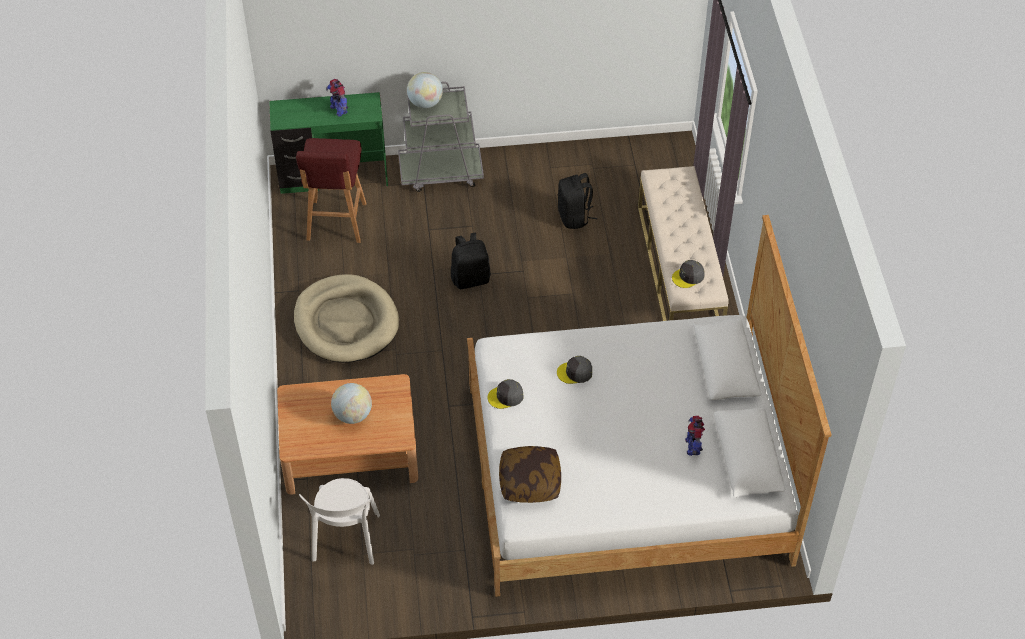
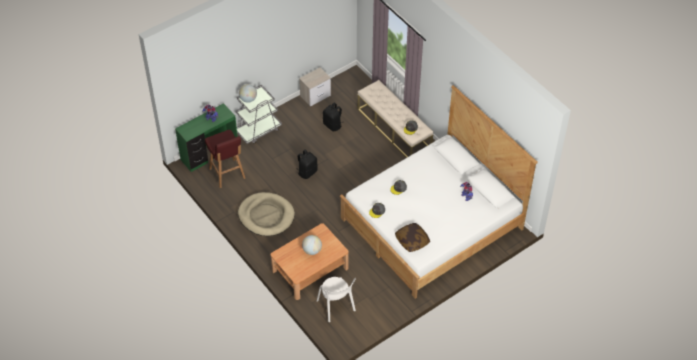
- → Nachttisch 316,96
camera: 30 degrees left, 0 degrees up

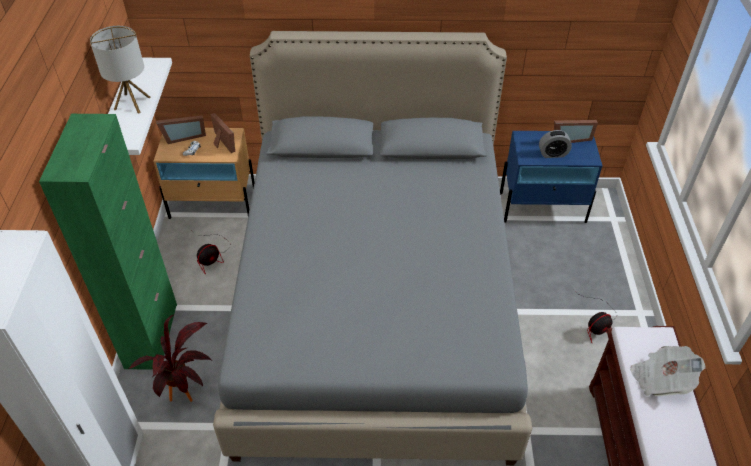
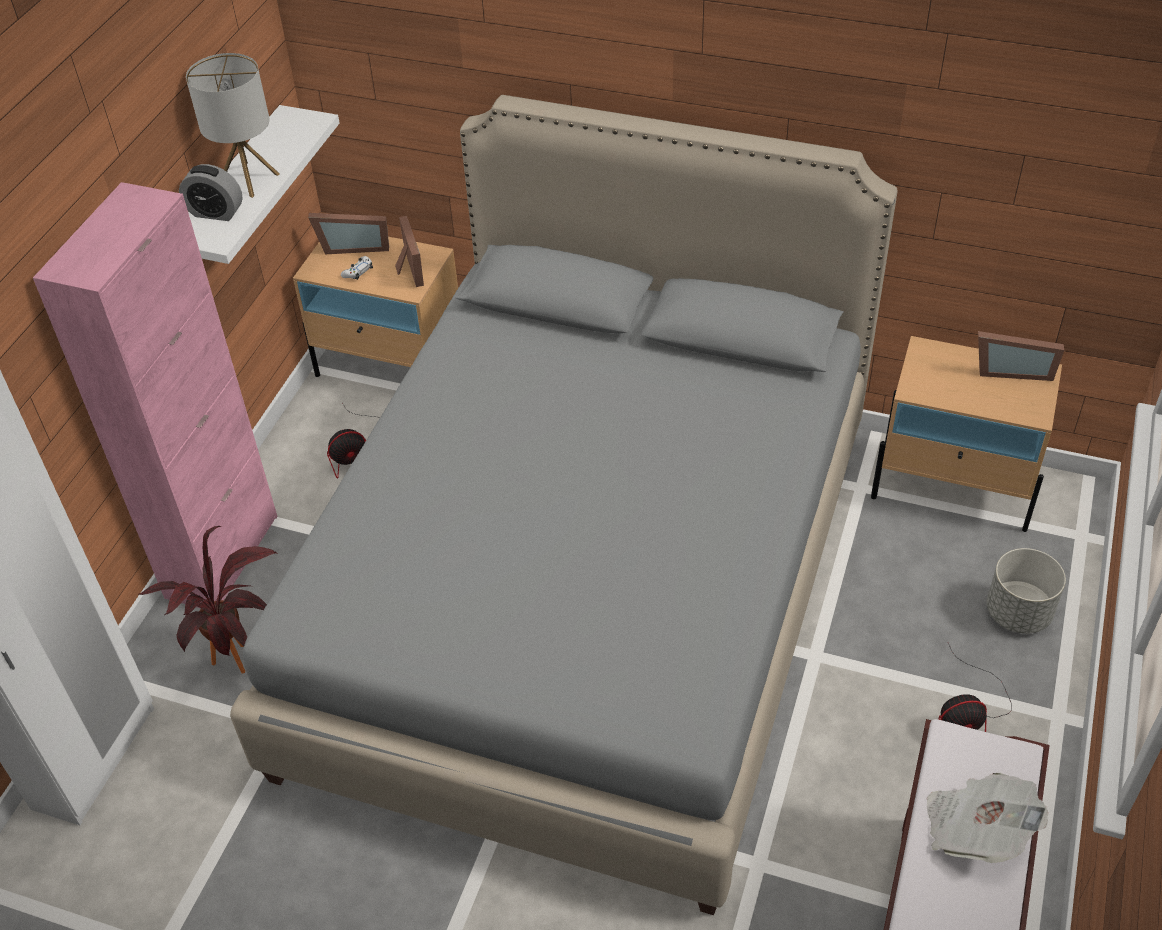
- → Pflanzkübel [grau] 1018,613
Wecker 553,154 → Wecker 215,213, move
Schrank [grün] 151,335 → Schrank [rosa] 222,556
Nachttisch [blau] 543,207 → Nachttisch [beige] 954,487
camera: 20 degrees right, 0 degrees up

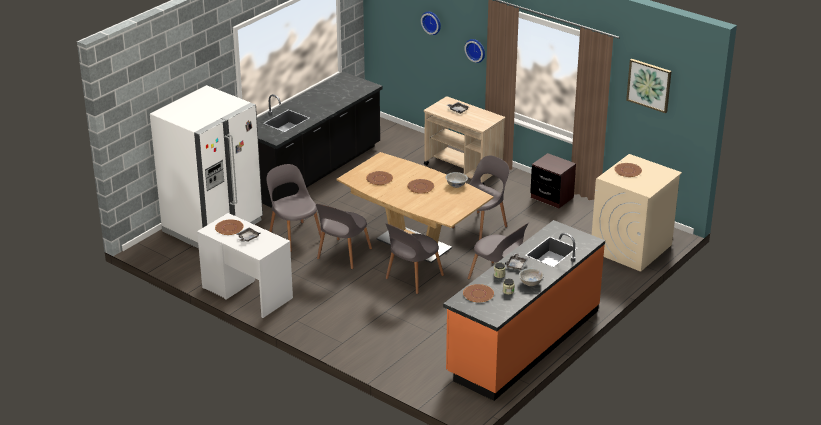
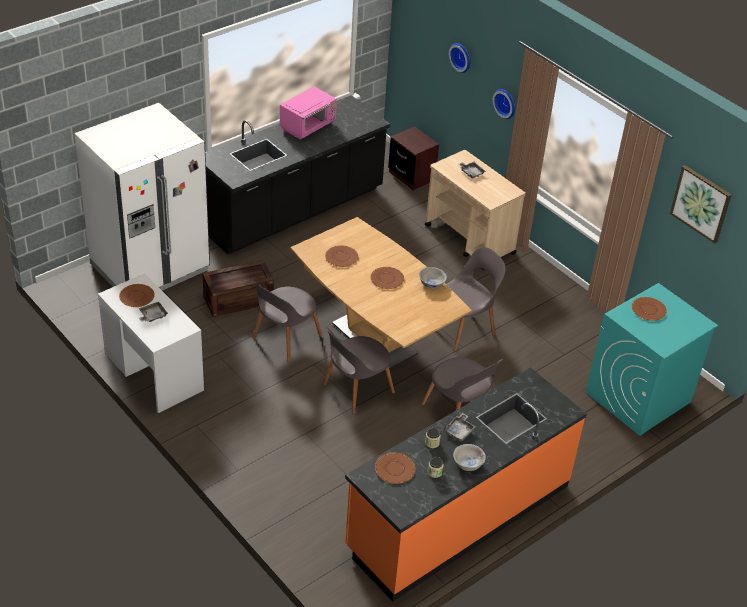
- → Mikrowelle [rosa] 308,126
Nachttisch [braun] 552,198 → Nachttisch [braun] 411,176, move
Stuhl [grau] 295,235 → Kiste 239,299
Waschmaschine [beige] 631,248 → Waschmaschine [türkis] 638,397
camera: 10 degrees right, 10 degrees up

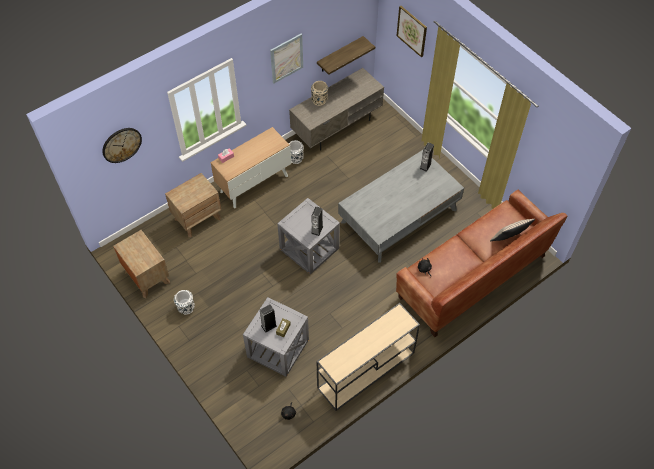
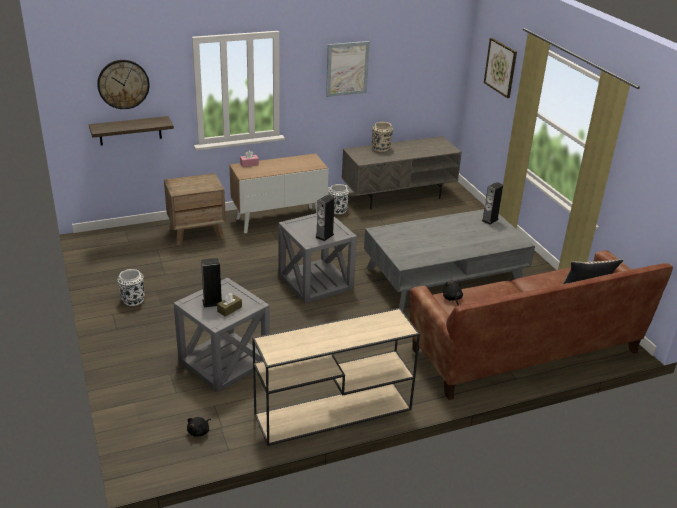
Nachttisch [braun] 147,276 → -
Wandregal 340,55 → Wandregal 130,130, move
camera: 15 degrees right, 25 degrees down

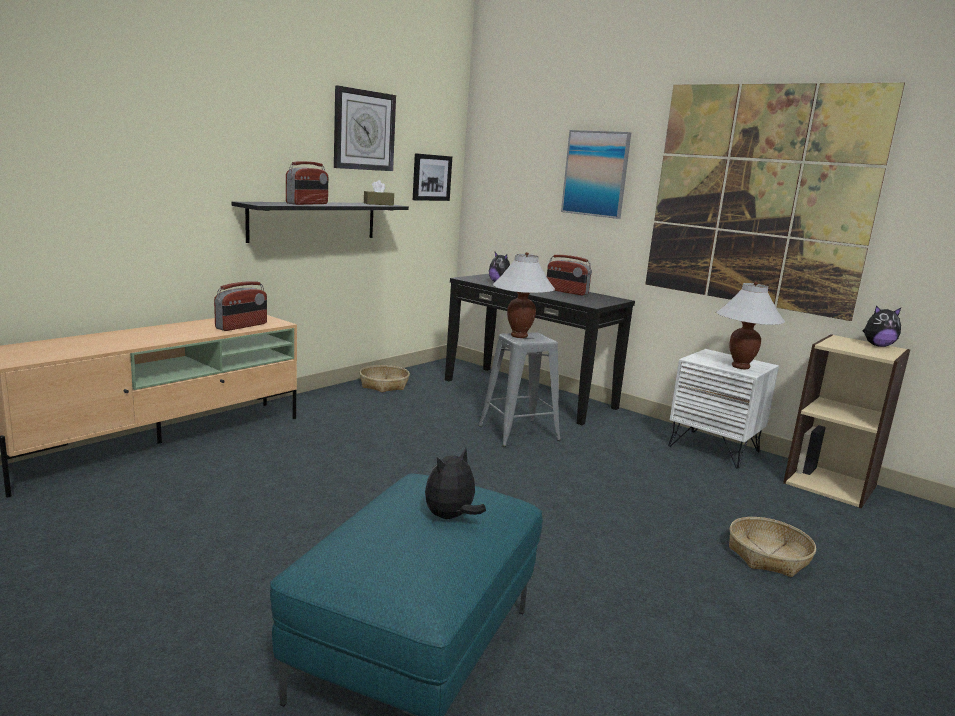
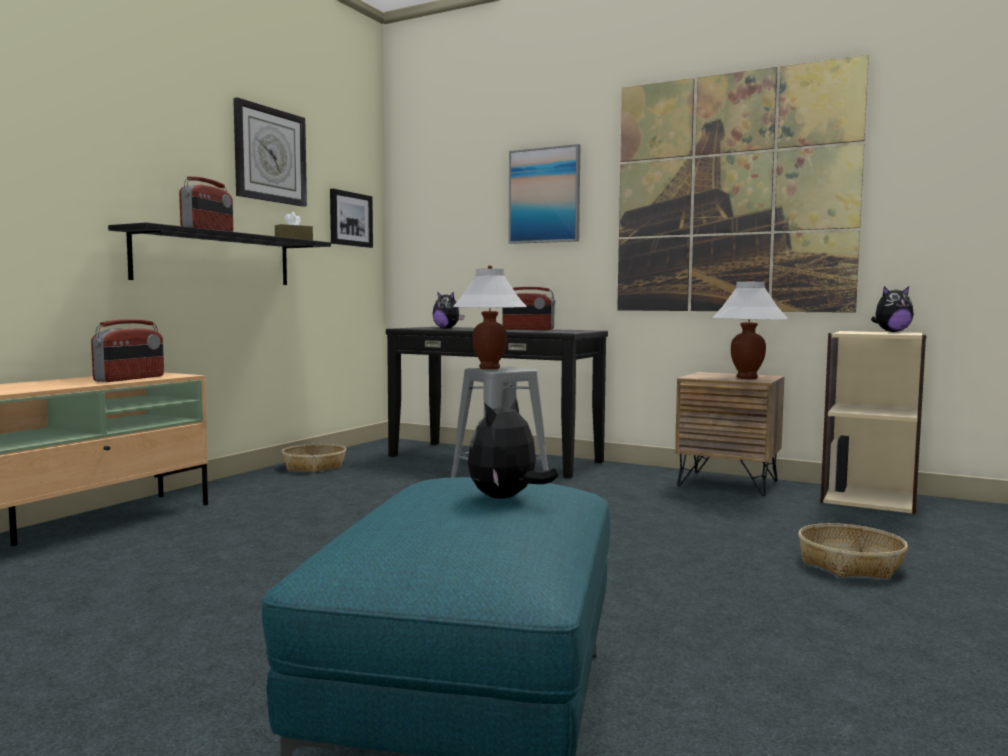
Nachttisch [weiß] 714,449 → Nachttisch [braun] 728,483
camera: 10 degrees left, 10 degrees down

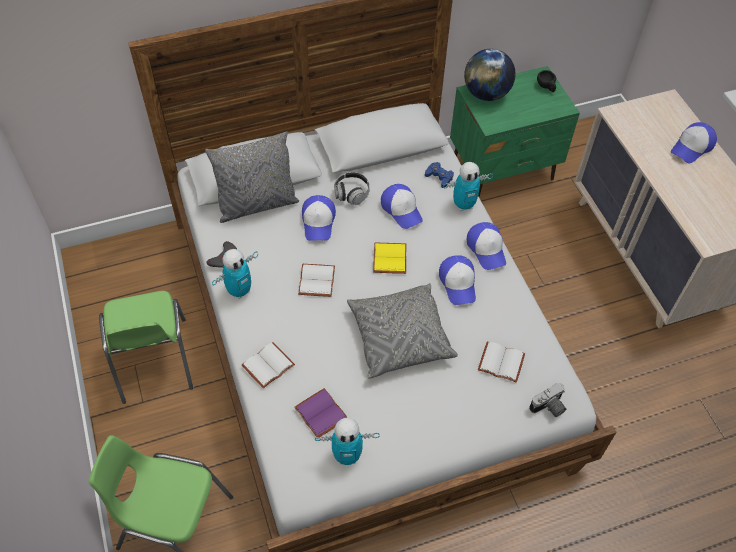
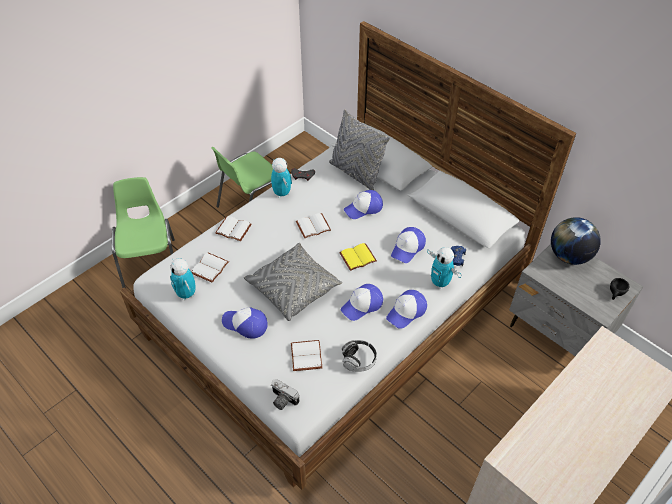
Kopfhörer 351,193 → Kopfhörer 358,360, move
Kappe 692,147 → Kappe 245,324, move
Buch [lila] 322,413 → Buch [weiß] 210,268
Nachttisch [grün] 503,169 → Nachttisch [grau] 558,333
Spielzeugroboter 239,291 → Spielzeugroboter 282,193, 135 degrees counterclockwise
camera: 65 degrees right, 5 degrees down

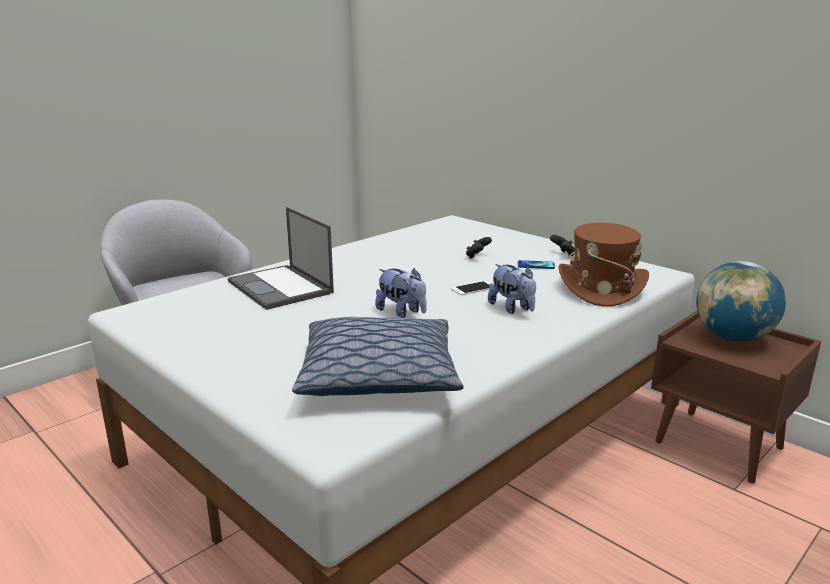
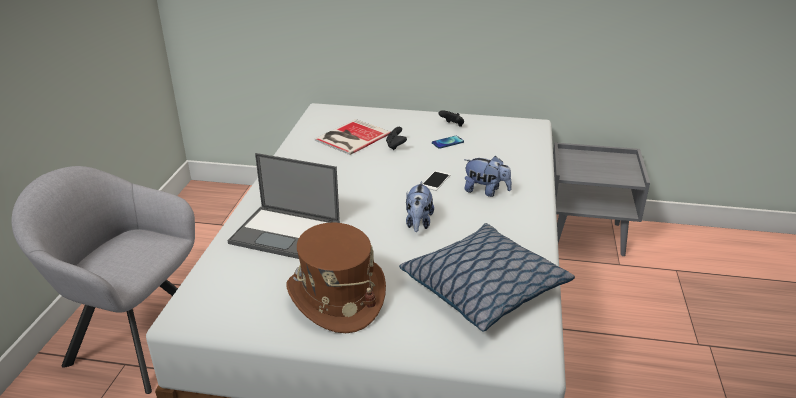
Globus 733,338 → -
- → Buch 350,137
Hut [braun] 600,288 → Hut [braun] 336,297, move
Nachttisch [braun] 720,445 → Nachttisch [grau] 587,236
Plüschtier 402,312 → Plüschtier 418,223, 90 degrees clockwise
camera: 35 degrees left, 10 degrees up

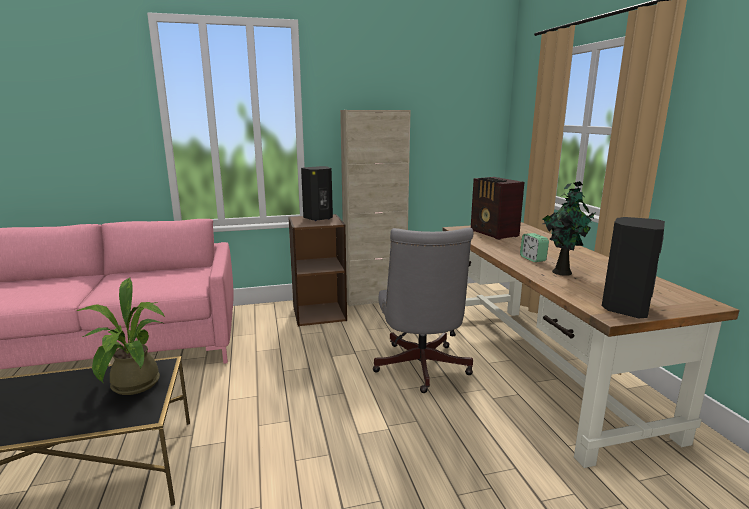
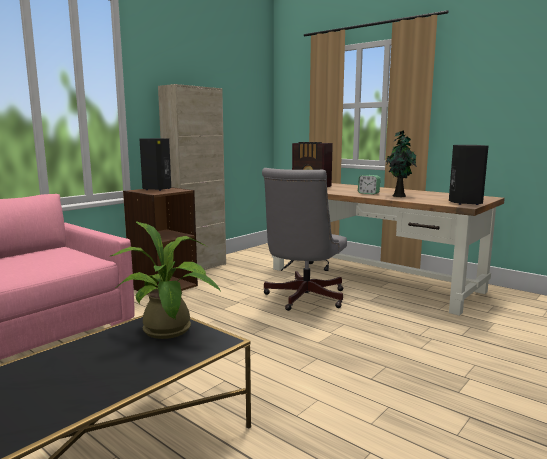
Bürostuhl [grau] 420,369 → Bürostuhl [grau] 302,298, 60 degrees clockwise
camera: 35 degrees left, 5 degrees down

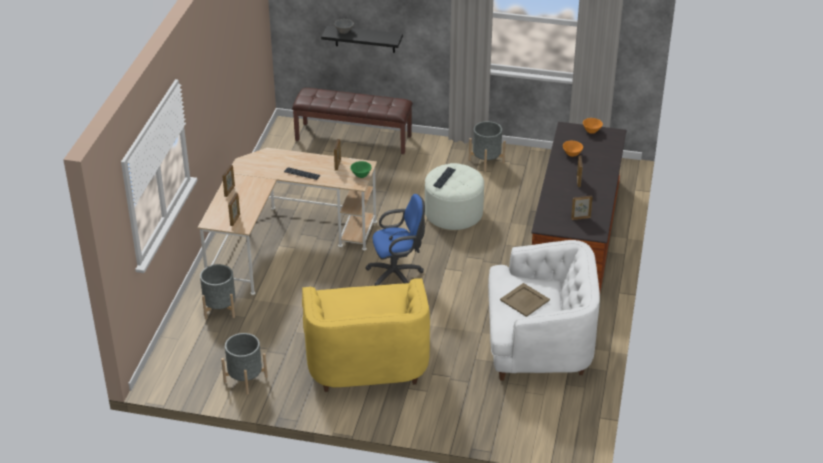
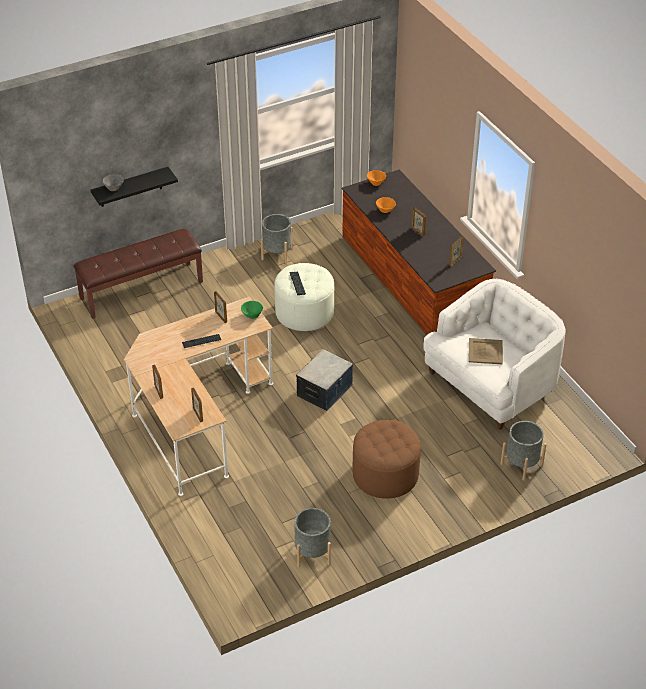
Pflanzkübel [grau] 220,308 → Pflanzkübel [grau] 521,464, move
Sessel [gelb] 367,359 → Polsterhocker [braun] 385,474
Bürostuhl [blau] 397,276 → Aufbewahrungsbox 325,391
camera: 40 degrees left, 5 degrees up

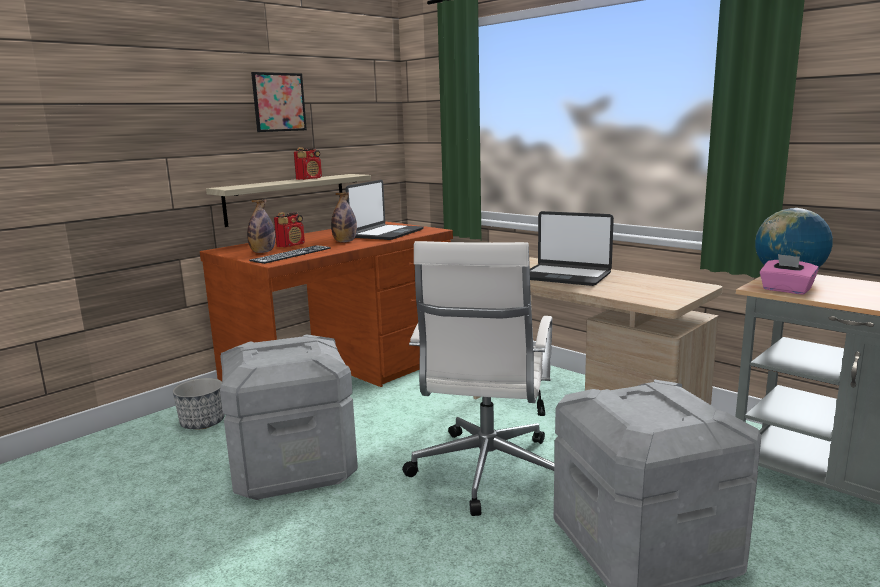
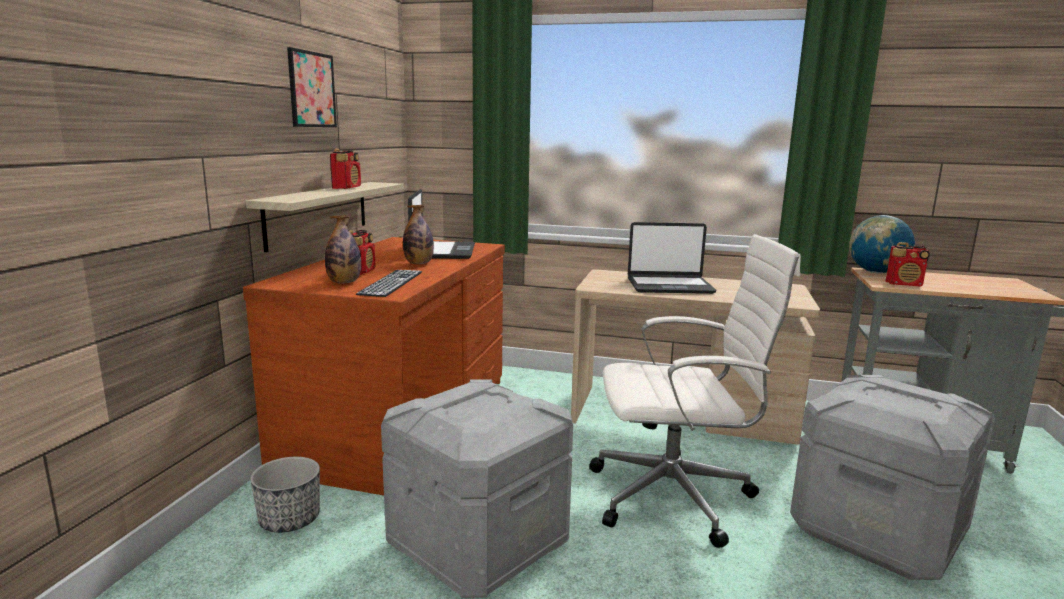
Taschentuchbox [rosa] 786,290 → Radio 904,284
Bürostuhl [weiß] 486,472 → Bürostuhl [weiß] 676,496, 75 degrees counterclockwise
camera: 30 degrees left, 0 degrees up

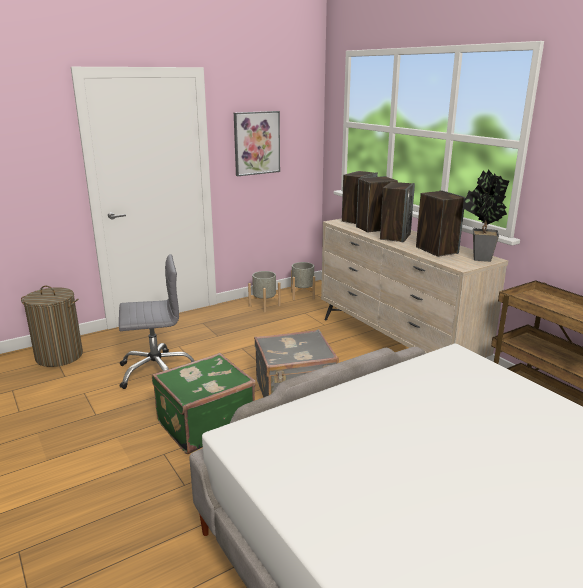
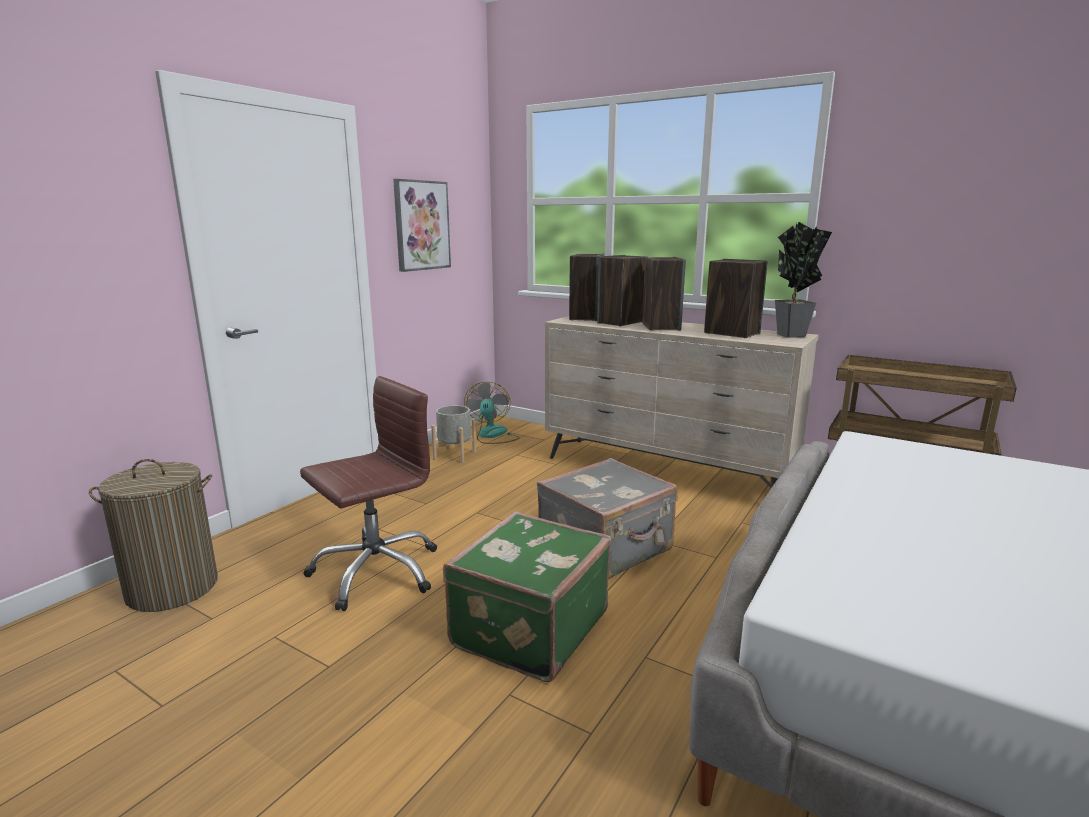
Pflanzkübel [grau] 302,295 → Ventilator 492,435
Bürostuhl [grau] 156,371 → Bürostuhl [braun] 376,571
camera: 25 degrees left, 5 degrees down

